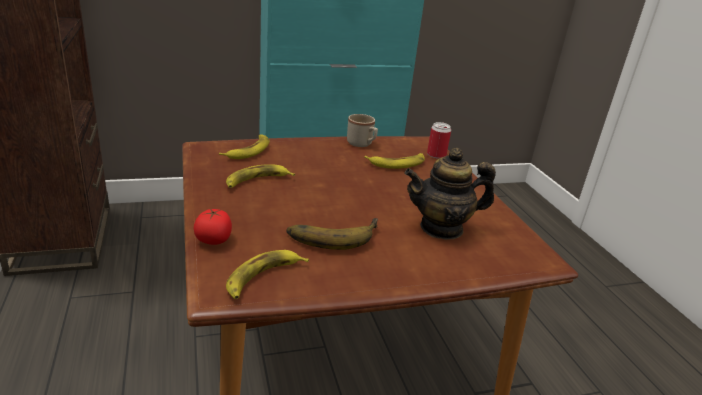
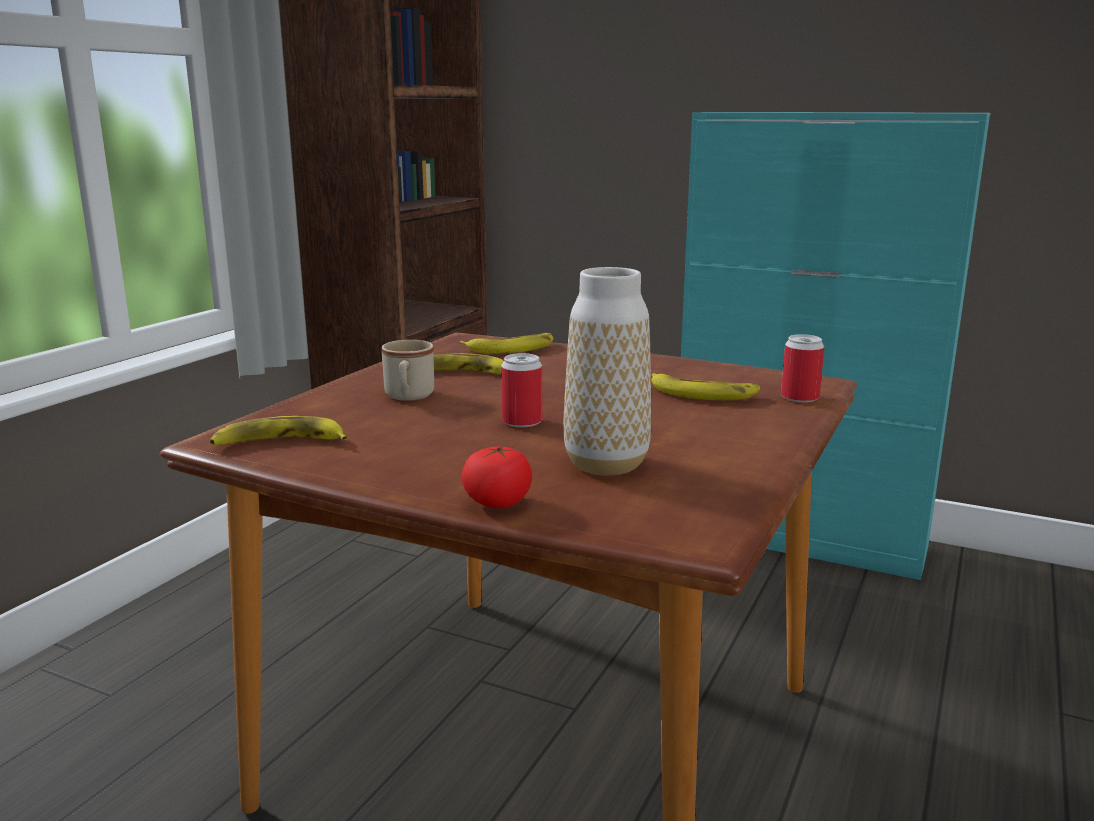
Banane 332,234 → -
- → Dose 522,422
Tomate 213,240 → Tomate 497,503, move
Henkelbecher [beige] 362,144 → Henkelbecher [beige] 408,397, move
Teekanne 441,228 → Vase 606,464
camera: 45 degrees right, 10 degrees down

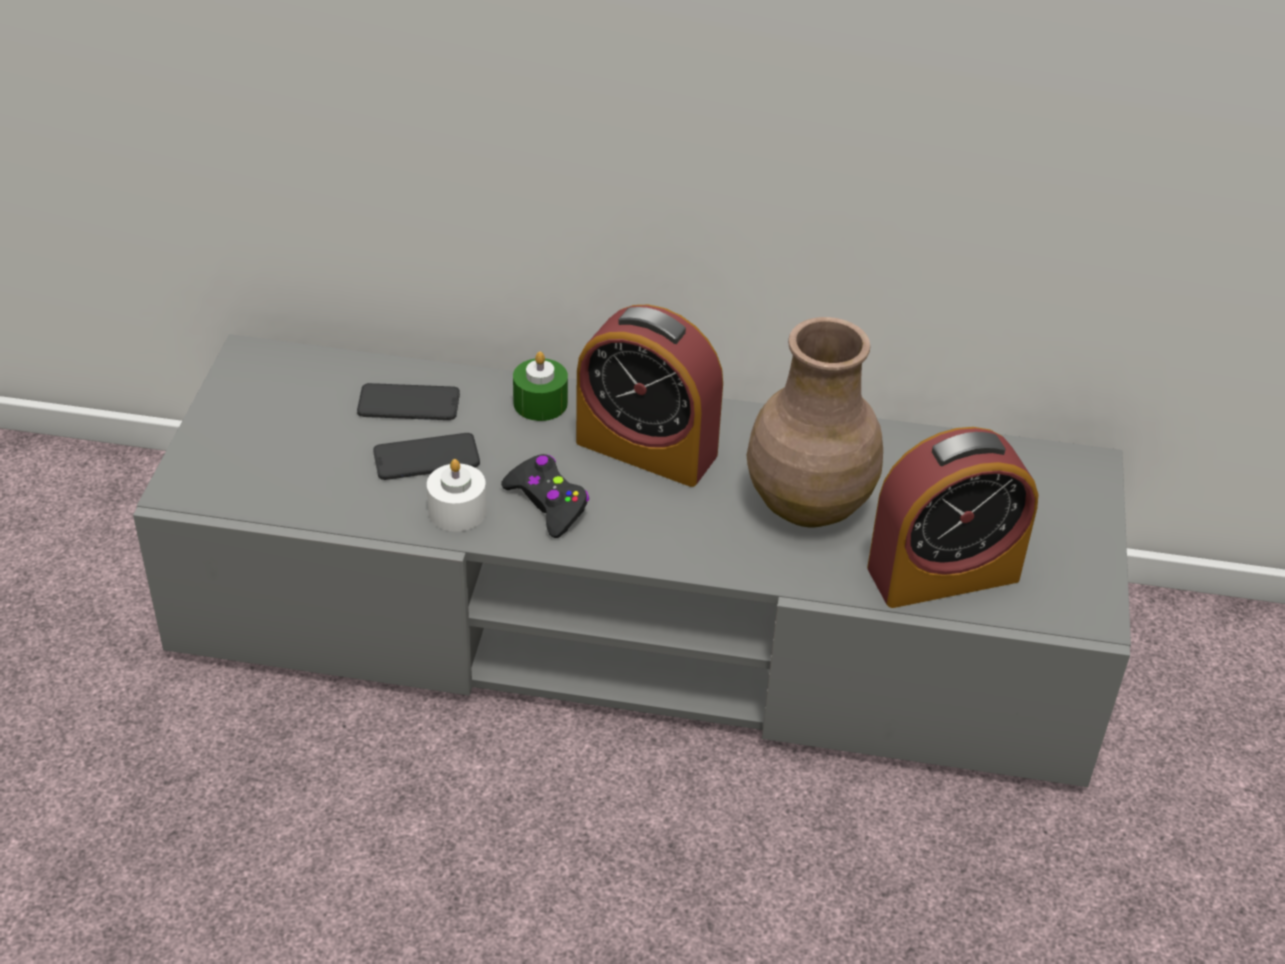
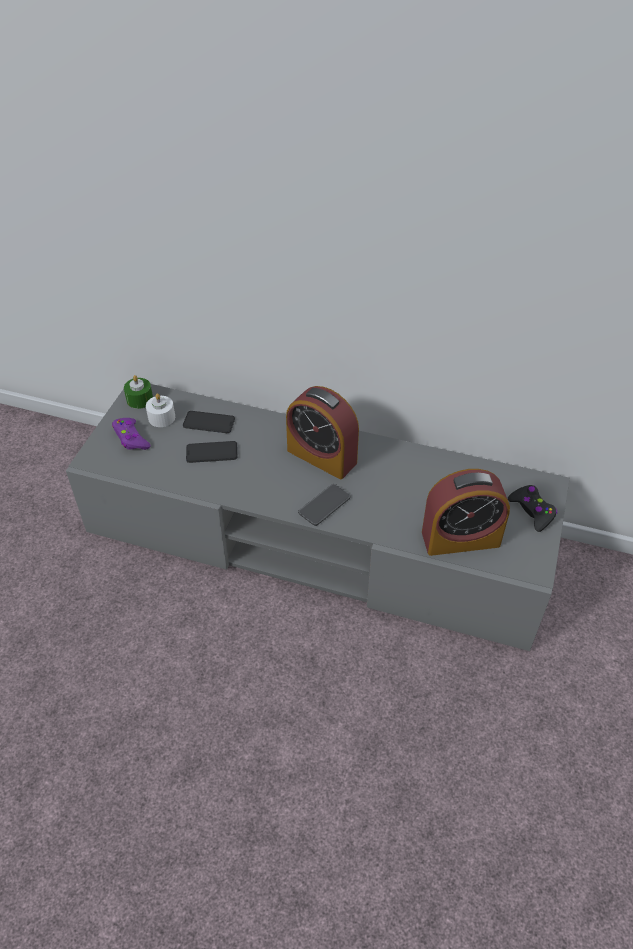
Vase [braun] 806,504 → -
- → Gamepad [lila] 131,438
- → Handy 324,505
Kerze [weiß] 457,511 → Kerze [weiß] 161,417, move
Gamepad [schwarz] 547,503 → Gamepad [schwarz] 532,511, move
Kerze [grün] 540,403 → Kerze [grün] 140,399, move
camera: 10 degrees right, 5 degrees up

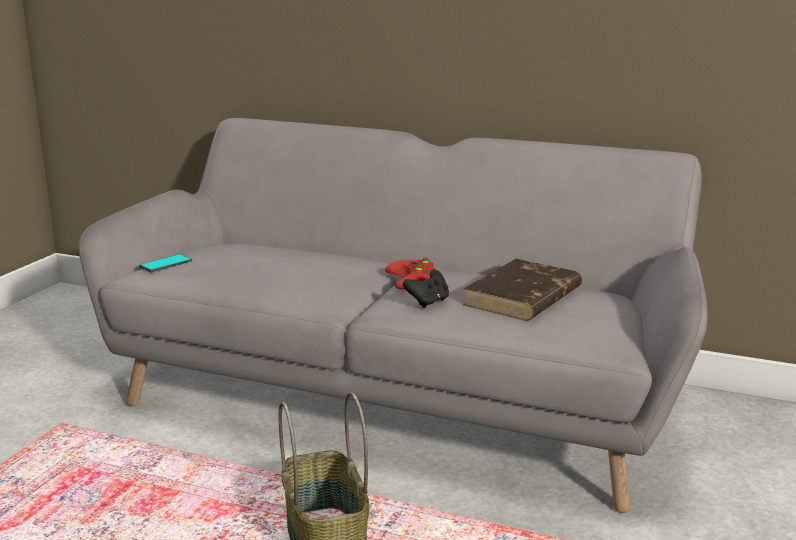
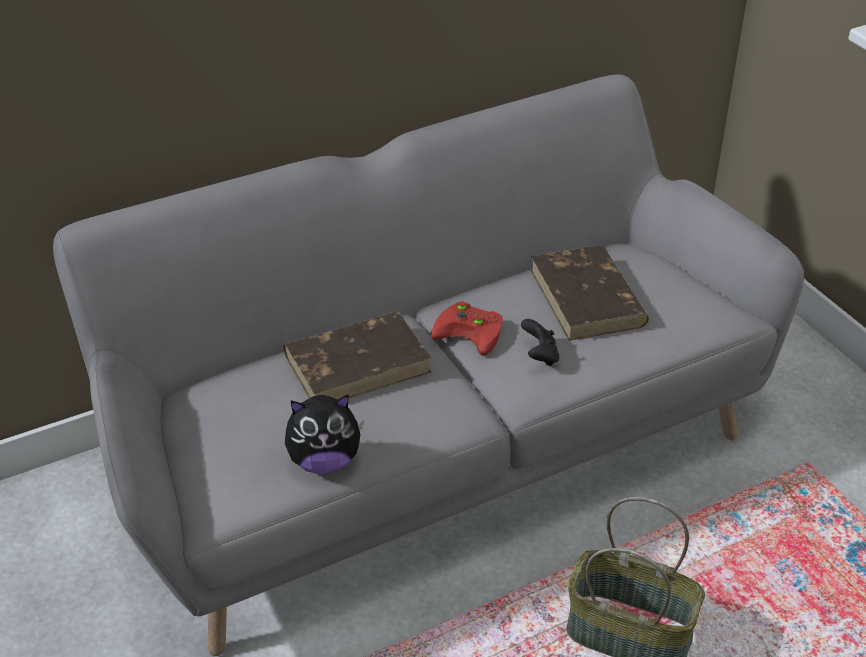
Handy 166,264 → -
- → Buch [braun] 358,363
- → Plüschtier 324,461
camera: 50 degrees left, 20 degrees up

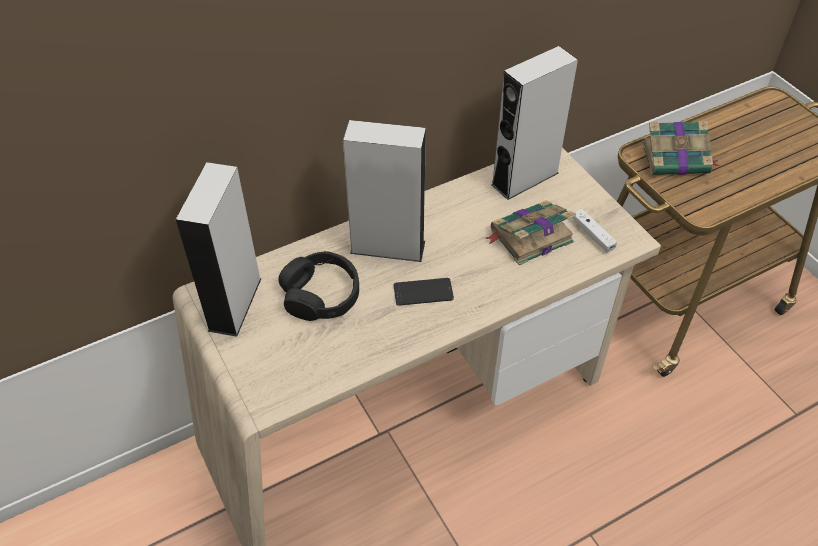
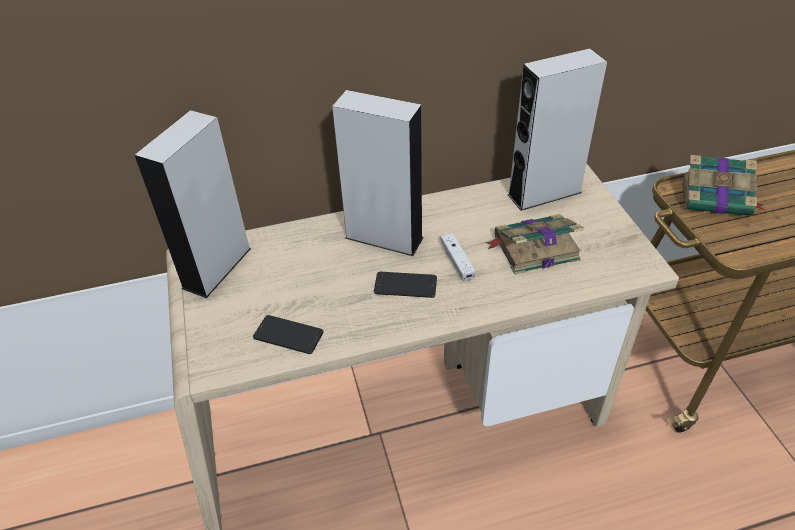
Kopfhörer [schwarz] 321,295 → -
- → Handy 288,335
Gamepad [weiß] 592,235 → Gamepad [weiß] 457,261, move
camera: 15 degrees right, 5 degrees down

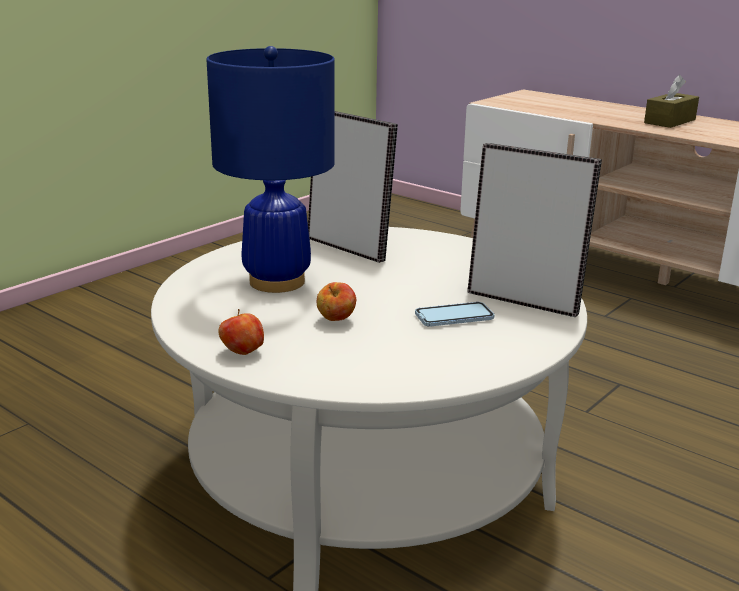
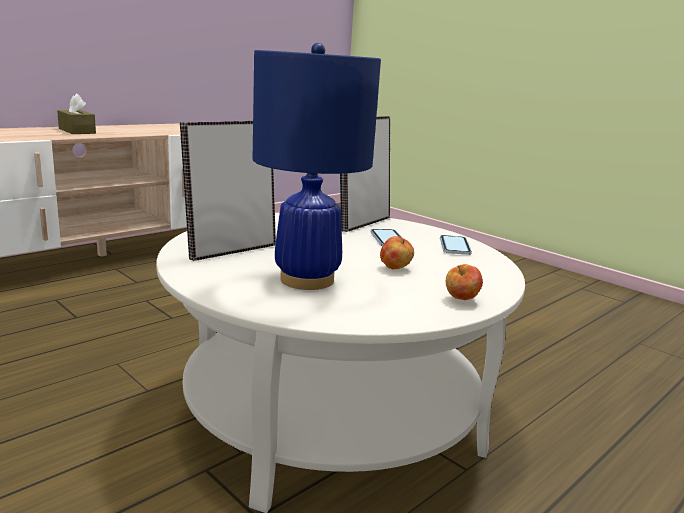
- → Handy 454,247
camera: 85 degrees left, 5 degrees down

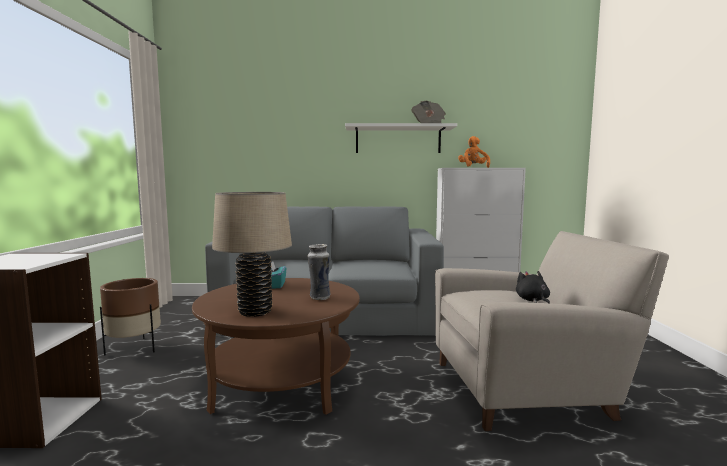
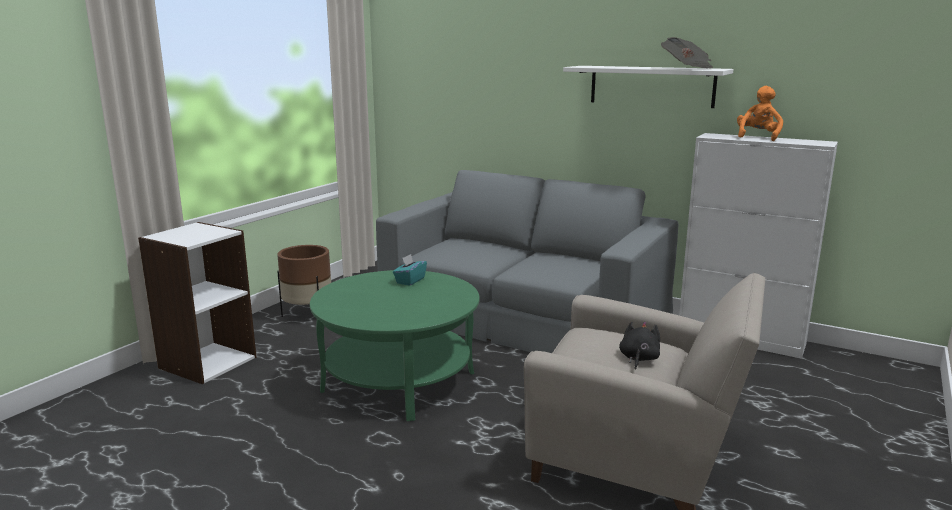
Tischlampe [beige] 255,312 → -
Vase 319,298 → -
Couchtisch [braun] 281,382 → Couchtisch [grün] 399,381
camera: 30 degrees right, 10 degrees up

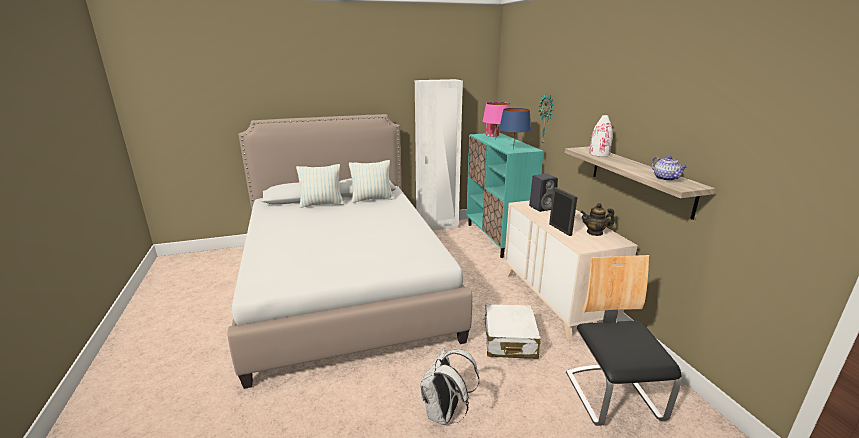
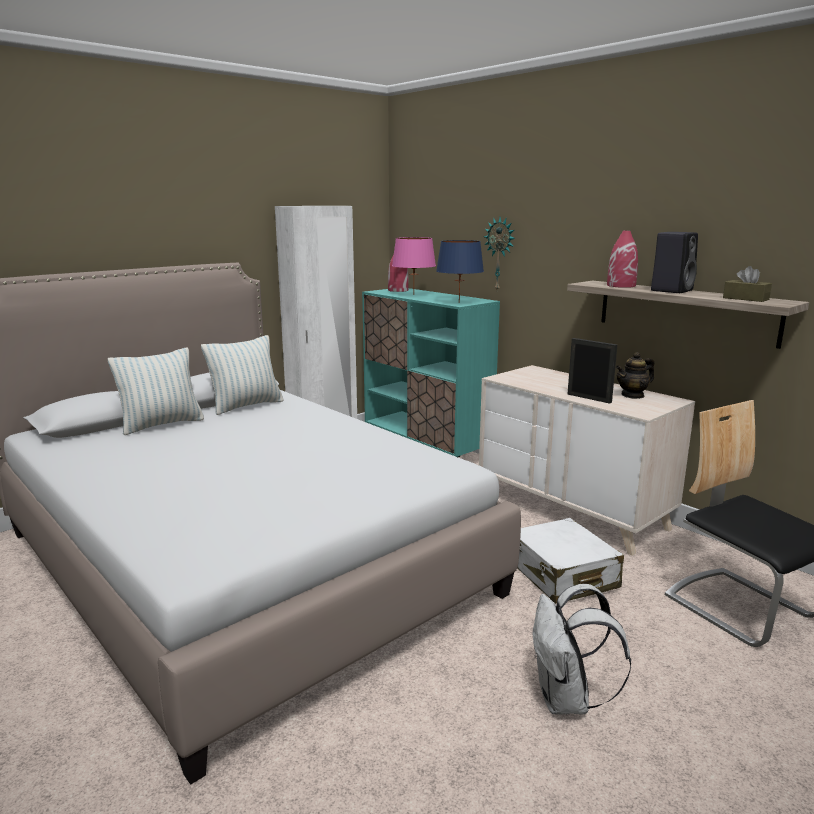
Lautsprecher [schwarz] 542,207 → Lautsprecher [schwarz] 671,290, move
Teekanne 666,178 → Taschentuchbox [braun] 745,299
Vase [weiß] 599,154 → Vase [rot] 621,285
camera: 25 degrees left, 5 degrees down

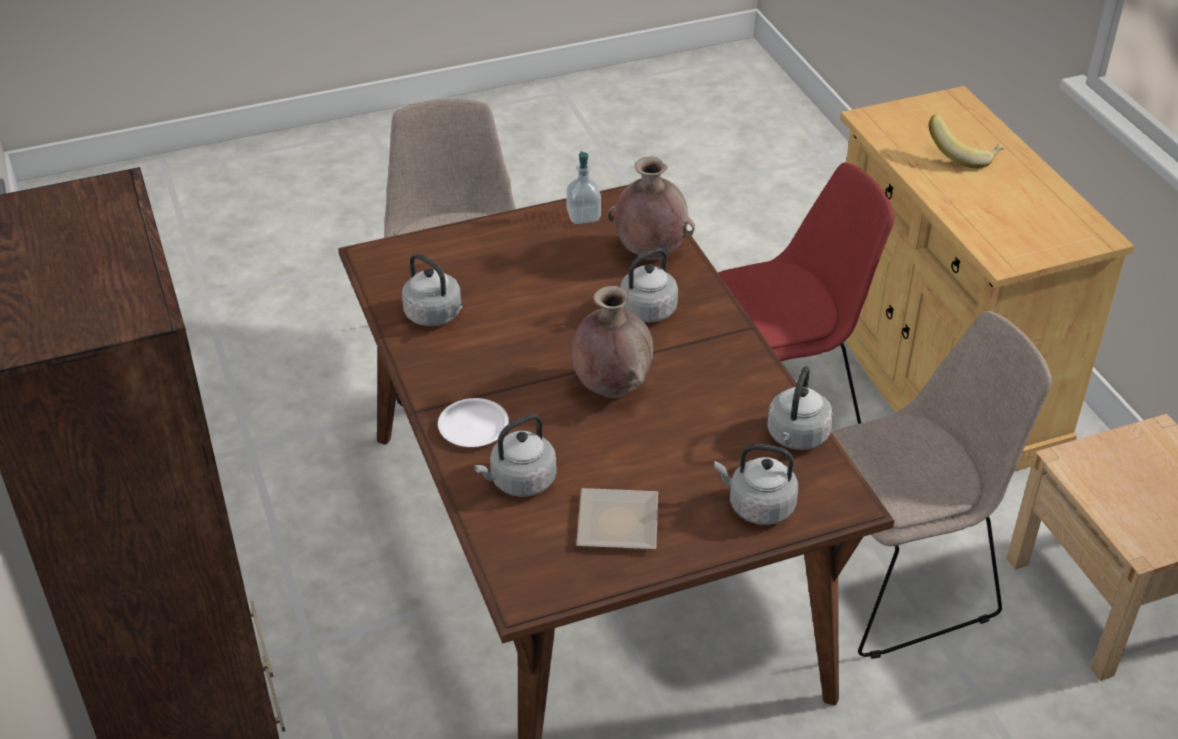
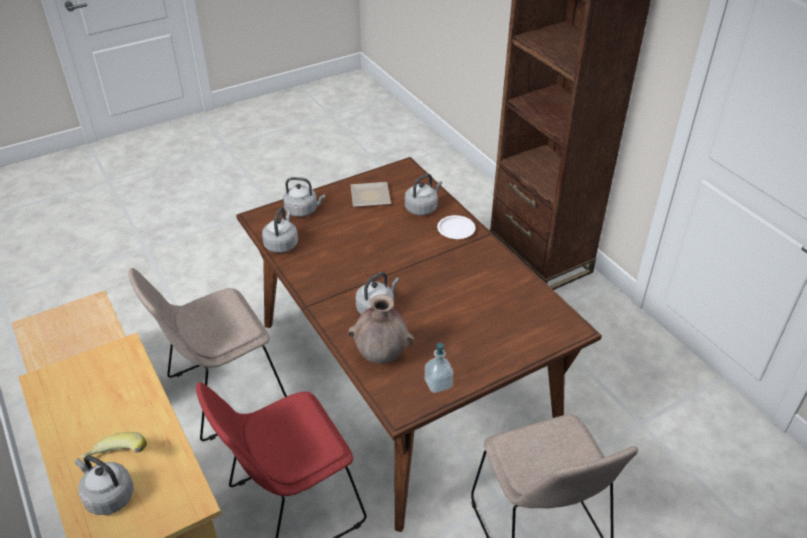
Vase [braun] 611,387 → -
Wasserkessel [grau] 435,316 → Wasserkessel [grau] 108,496, move
camera: 170 degrees right, 0 degrees up

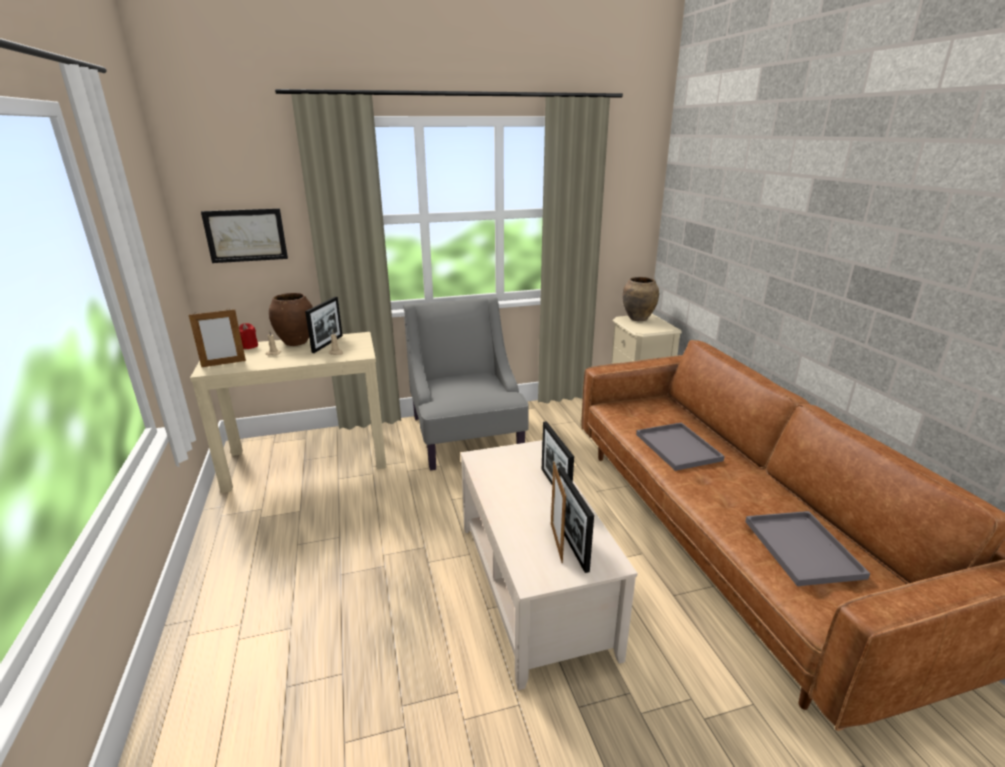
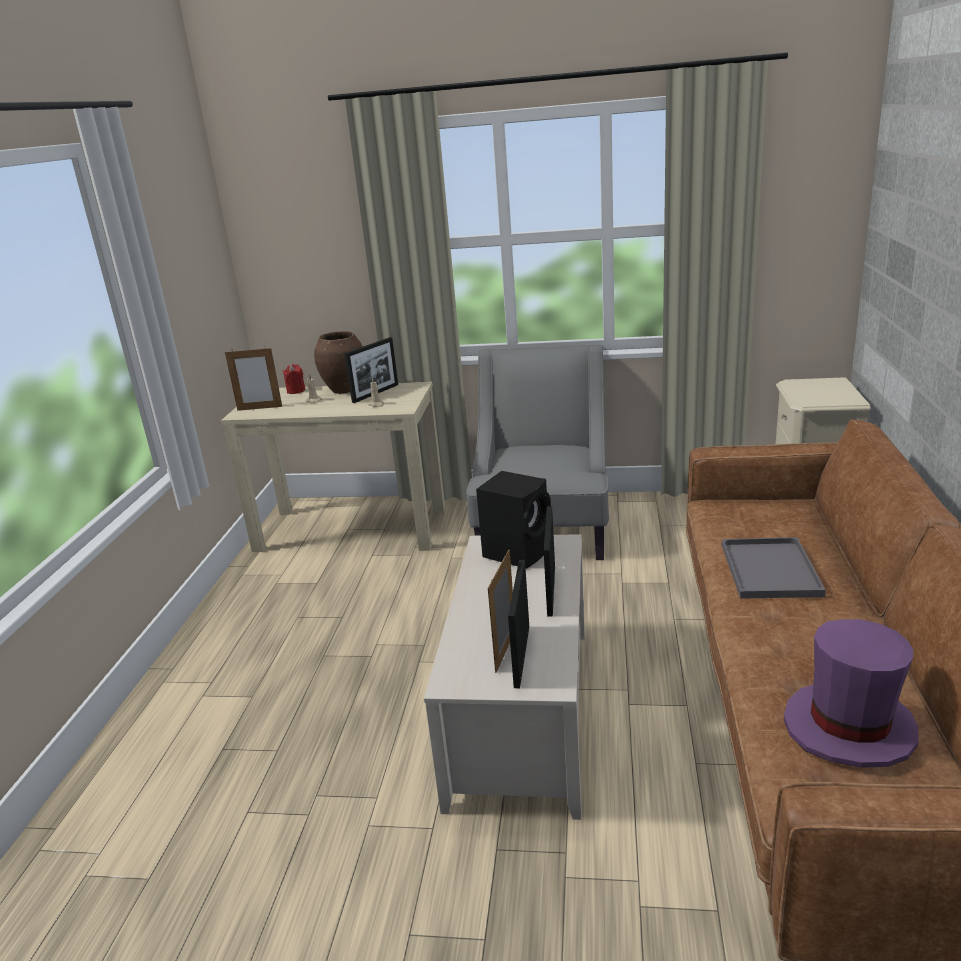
Bild 246,235 → -
Vase [braun] 638,319 → -
- → Lautsprecher [schwarz] 518,552
Tablett [grau] 804,549 → Hut [lila] 849,727
camera: 25 degrees right, 0 degrees up

